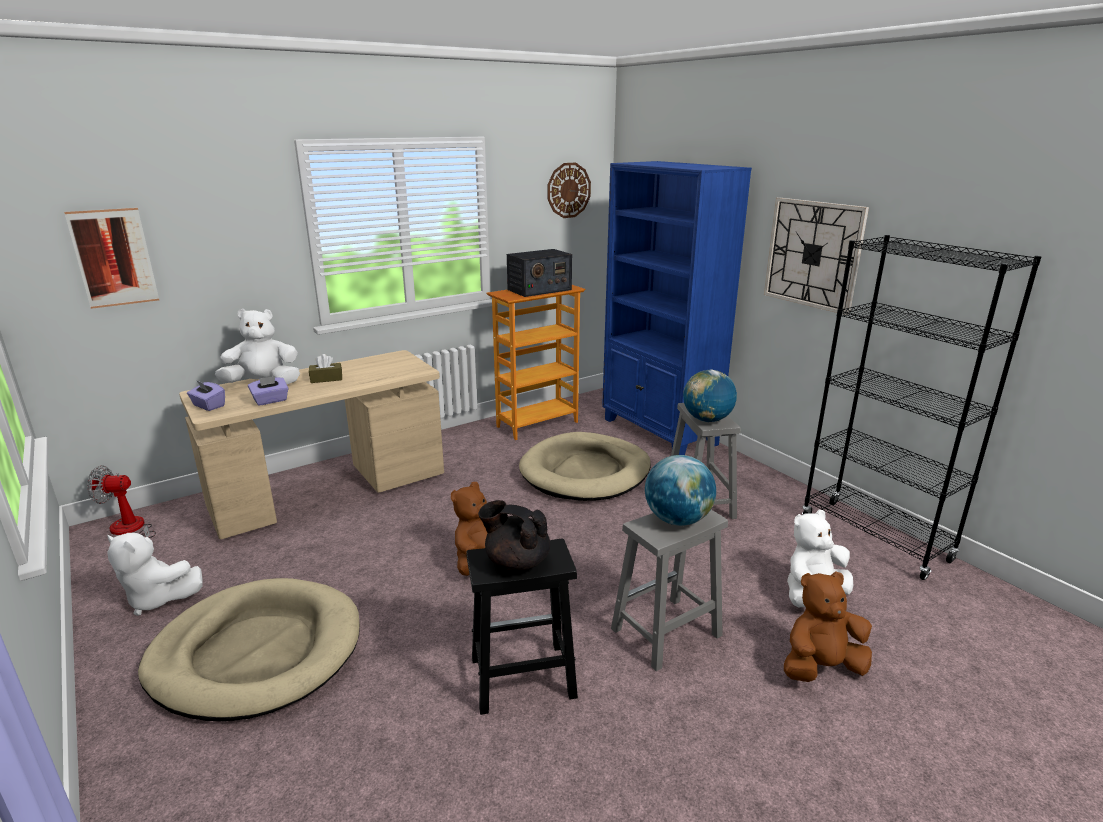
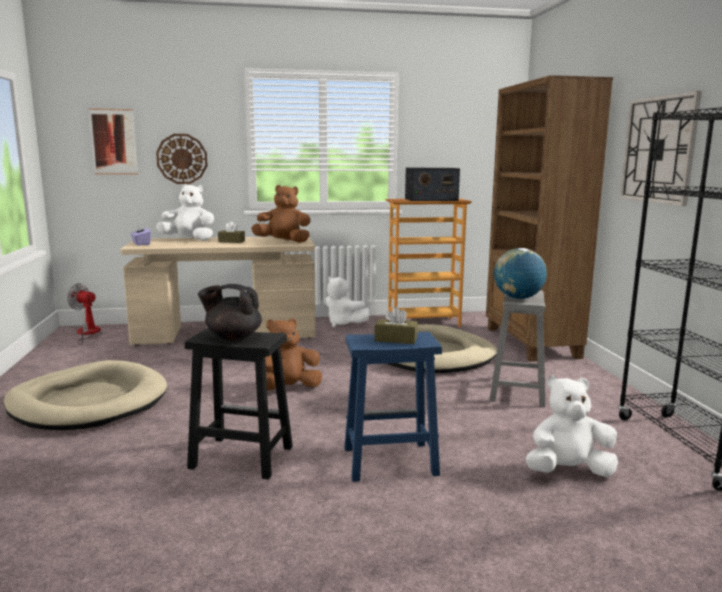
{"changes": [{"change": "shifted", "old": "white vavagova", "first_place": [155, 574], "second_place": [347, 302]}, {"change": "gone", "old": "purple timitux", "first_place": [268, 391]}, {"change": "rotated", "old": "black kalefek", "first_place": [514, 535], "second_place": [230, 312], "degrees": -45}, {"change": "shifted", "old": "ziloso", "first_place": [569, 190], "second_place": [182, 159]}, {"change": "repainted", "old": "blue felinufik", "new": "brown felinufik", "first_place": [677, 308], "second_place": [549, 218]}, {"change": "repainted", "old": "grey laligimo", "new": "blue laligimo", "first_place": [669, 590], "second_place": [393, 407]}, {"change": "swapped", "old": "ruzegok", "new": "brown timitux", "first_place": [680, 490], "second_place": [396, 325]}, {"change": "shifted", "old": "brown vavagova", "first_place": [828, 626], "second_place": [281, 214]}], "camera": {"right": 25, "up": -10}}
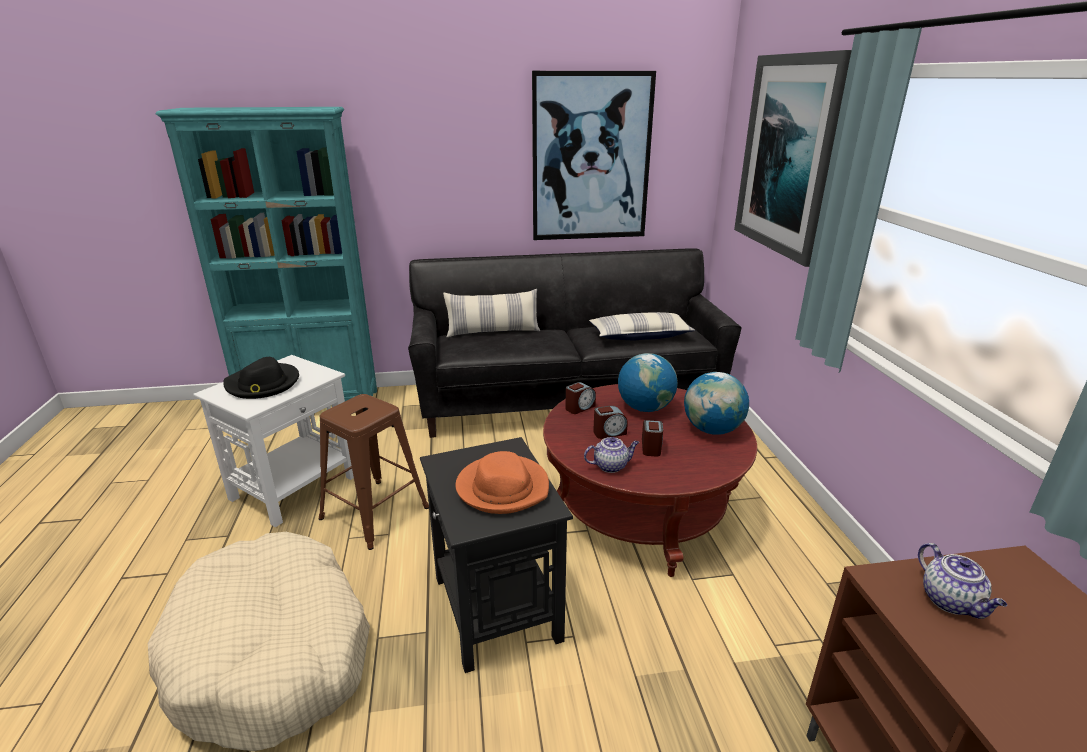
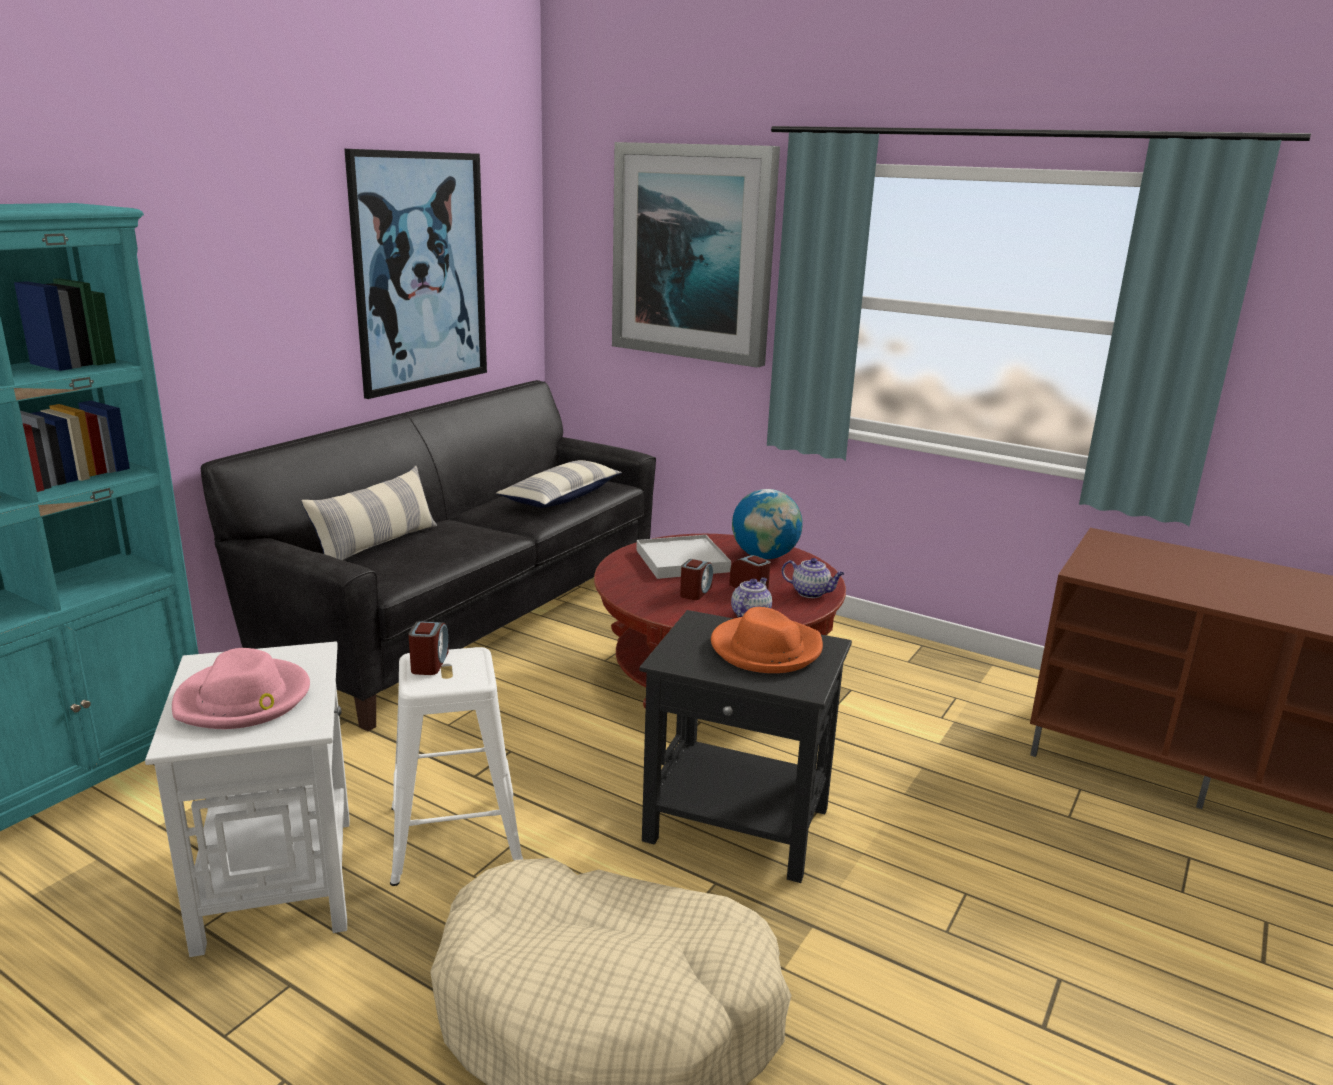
{"changes": [{"change": "repainted", "old": "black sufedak", "new": "pink sufedak", "first_place": [261, 378], "second_place": [241, 688]}, {"change": "repainted", "old": "brown laligimo", "new": "white laligimo", "first_place": [374, 472], "second_place": [456, 766]}, {"change": "shifted", "old": "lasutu", "first_place": [580, 398], "second_place": [428, 648]}, {"change": "swapped", "old": "ruzegok", "new": "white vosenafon", "first_place": [648, 382], "second_place": [683, 557]}, {"change": "shifted", "old": "kalefek", "first_place": [962, 581], "second_place": [813, 578]}], "camera": {"right": -50, "up": -5}}
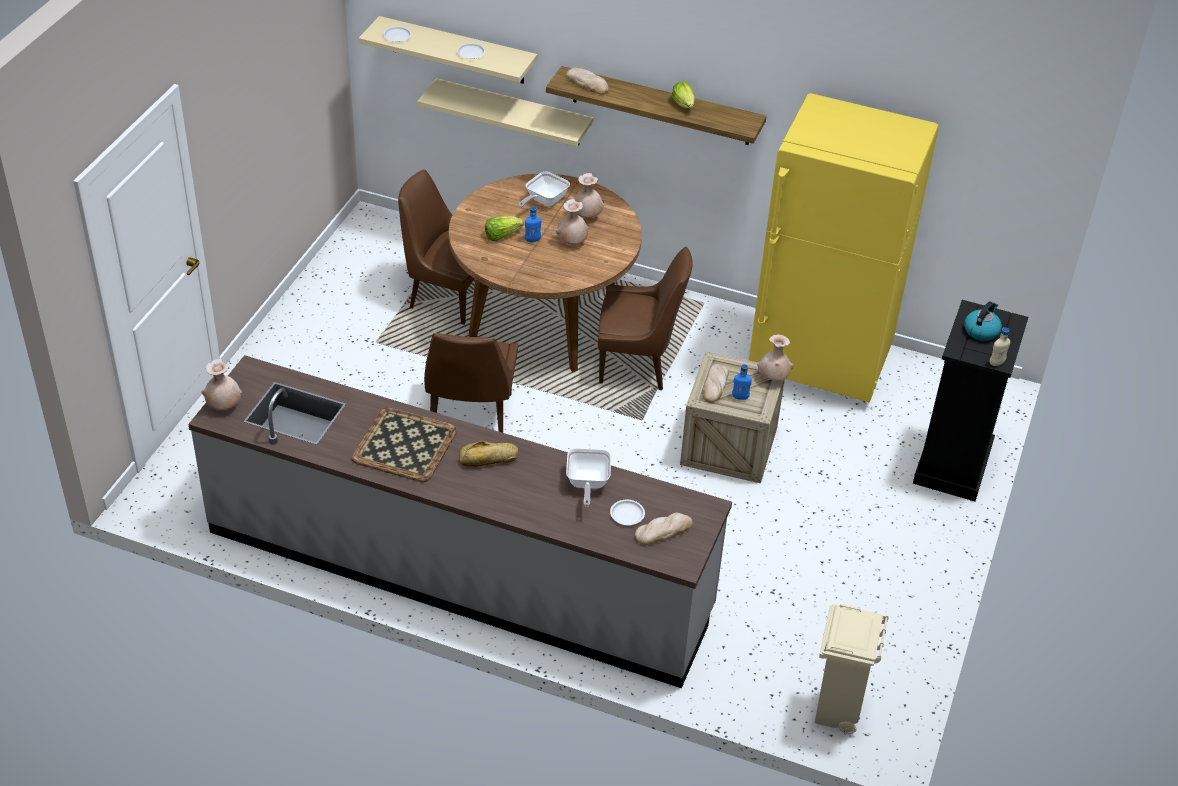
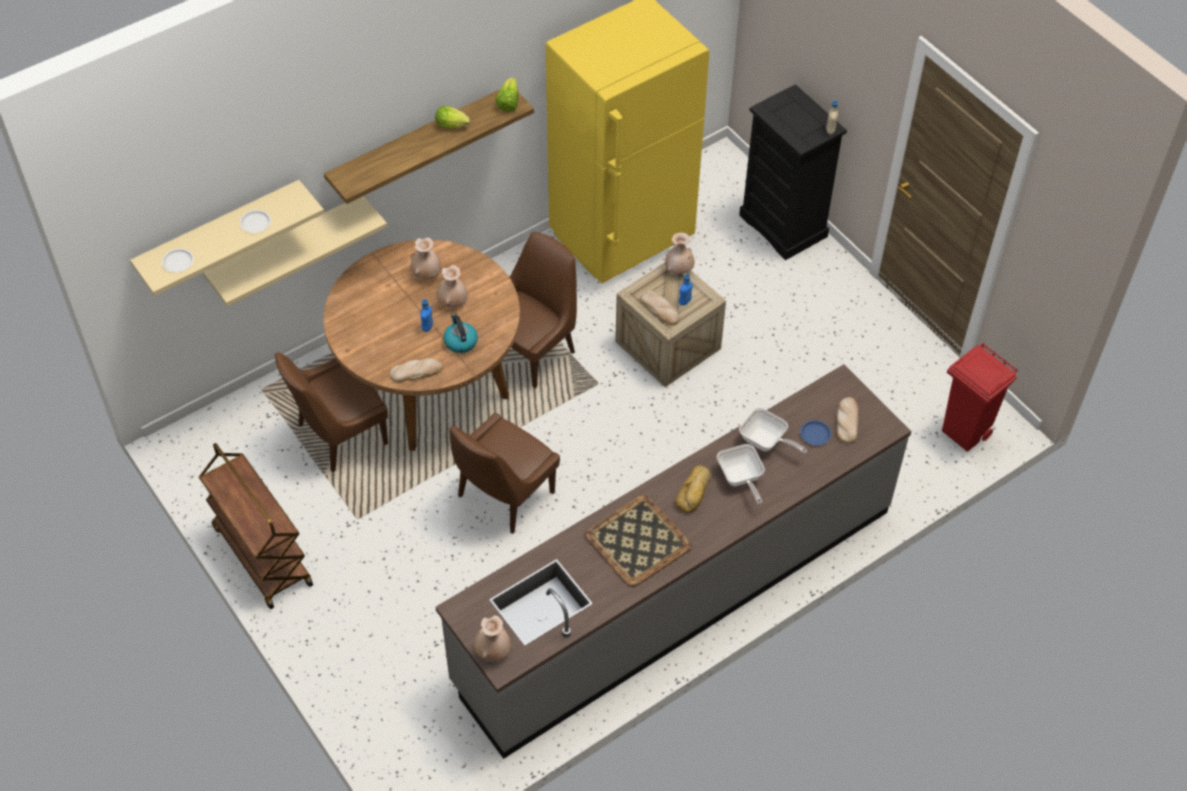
{"changes": [{"change": "rotated", "old": "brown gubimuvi", "first_place": [471, 383], "second_place": [505, 473], "degrees": 90}, {"change": "shifted", "old": "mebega", "first_place": [504, 228], "second_place": [506, 94]}, {"change": "shifted", "old": "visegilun", "first_place": [544, 189], "second_place": [741, 474]}, {"change": "shifted", "old": "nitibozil", "first_place": [587, 81], "second_place": [416, 370]}, {"change": "repainted", "old": "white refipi", "new": "blue refipi", "first_place": [627, 512], "second_place": [815, 432]}, {"change": "repainted", "old": "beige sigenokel", "new": "red sigenokel", "first_place": [852, 669], "second_place": [980, 397]}, {"change": "shifted", "old": "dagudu", "first_place": [983, 321], "second_place": [460, 333]}, {"change": "new", "new": "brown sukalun", "second_place": [256, 526]}], "camera": {"right": -55, "up": 10}}
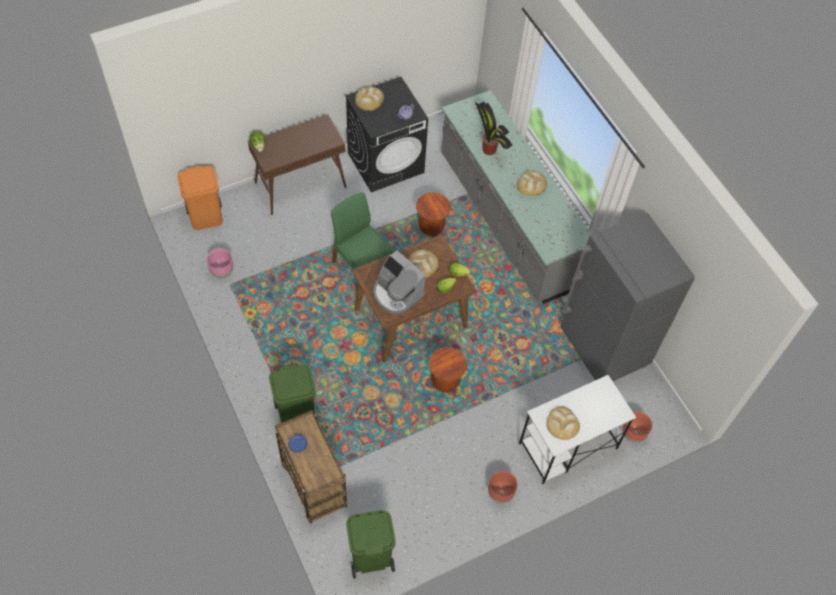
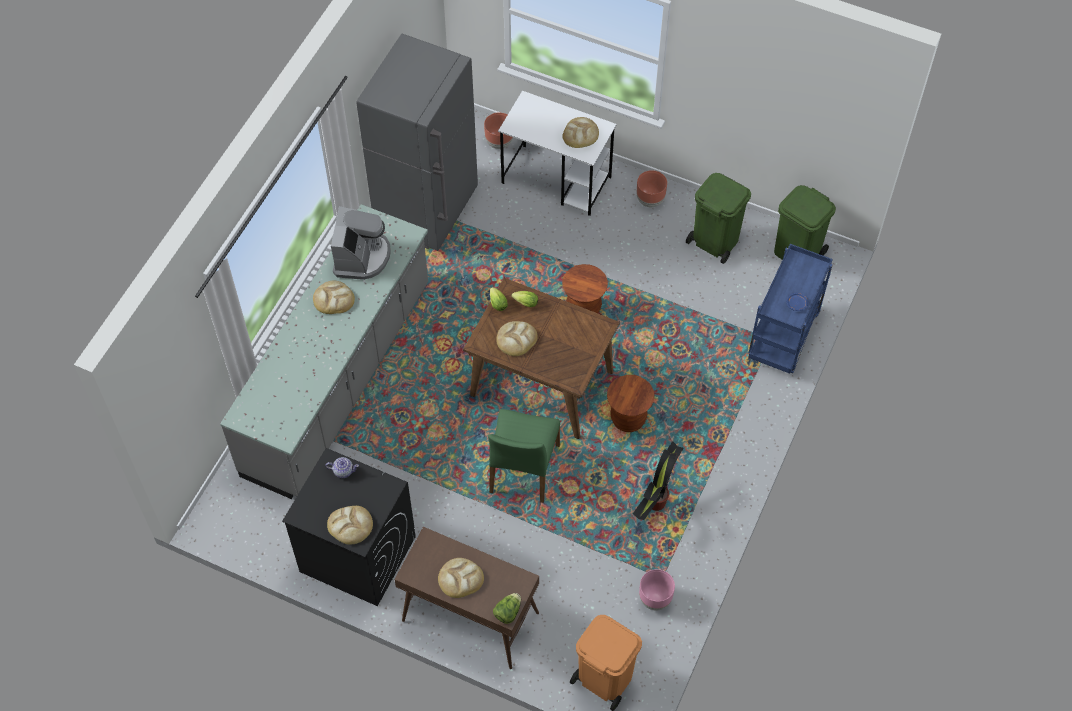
{"changes": [{"change": "shifted", "old": "green sigenokel", "first_place": [292, 393], "second_place": [718, 218]}, {"change": "repainted", "old": "brown sukalun", "new": "blue sukalun", "first_place": [311, 467], "second_place": [790, 309]}, {"change": "shifted", "old": "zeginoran", "first_place": [399, 282], "second_place": [361, 243]}, {"change": "shifted", "old": "brown laligimo", "first_place": [433, 214], "second_place": [630, 403]}, {"change": "shifted", "old": "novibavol", "first_place": [494, 128], "second_place": [658, 480]}, {"change": "new", "new": "nitibozil", "second_place": [461, 578]}], "camera": {"right": -125, "up": 0}}
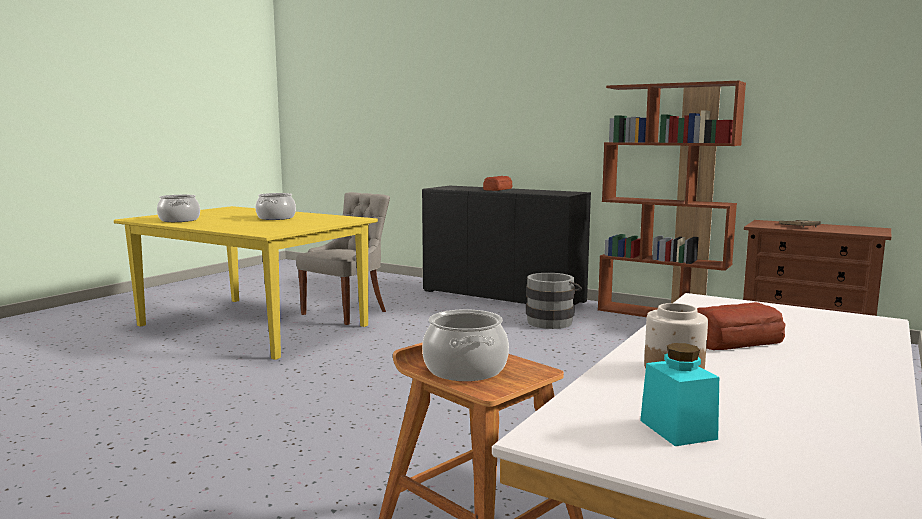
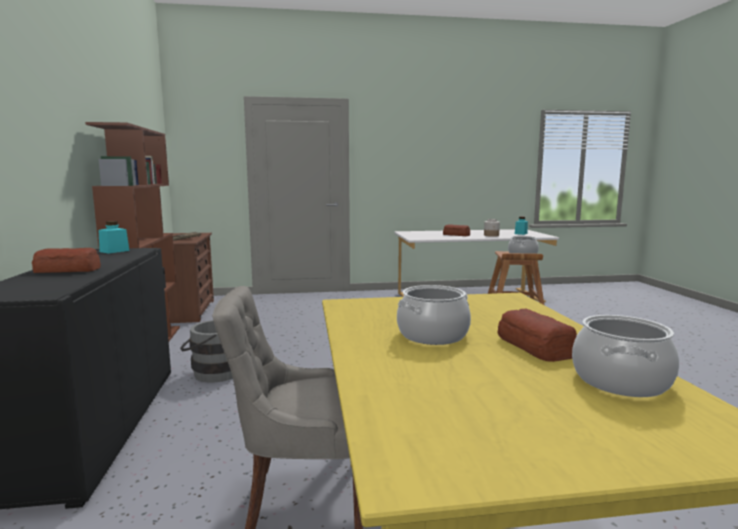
{"changes": [{"change": "new", "new": "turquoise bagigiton", "second_place": [114, 237]}, {"change": "new", "new": "nitibozil", "second_place": [537, 335]}], "camera": {"right": -130, "up": 0}}
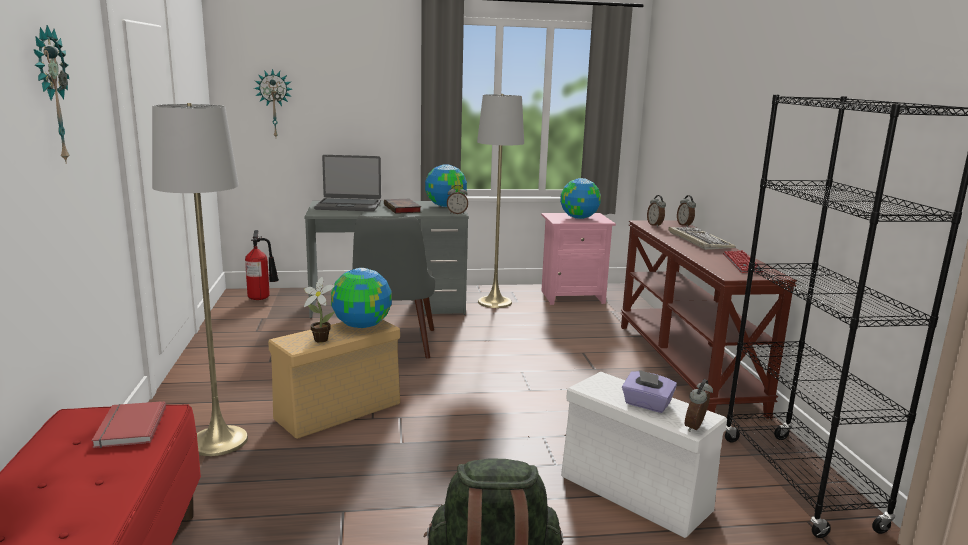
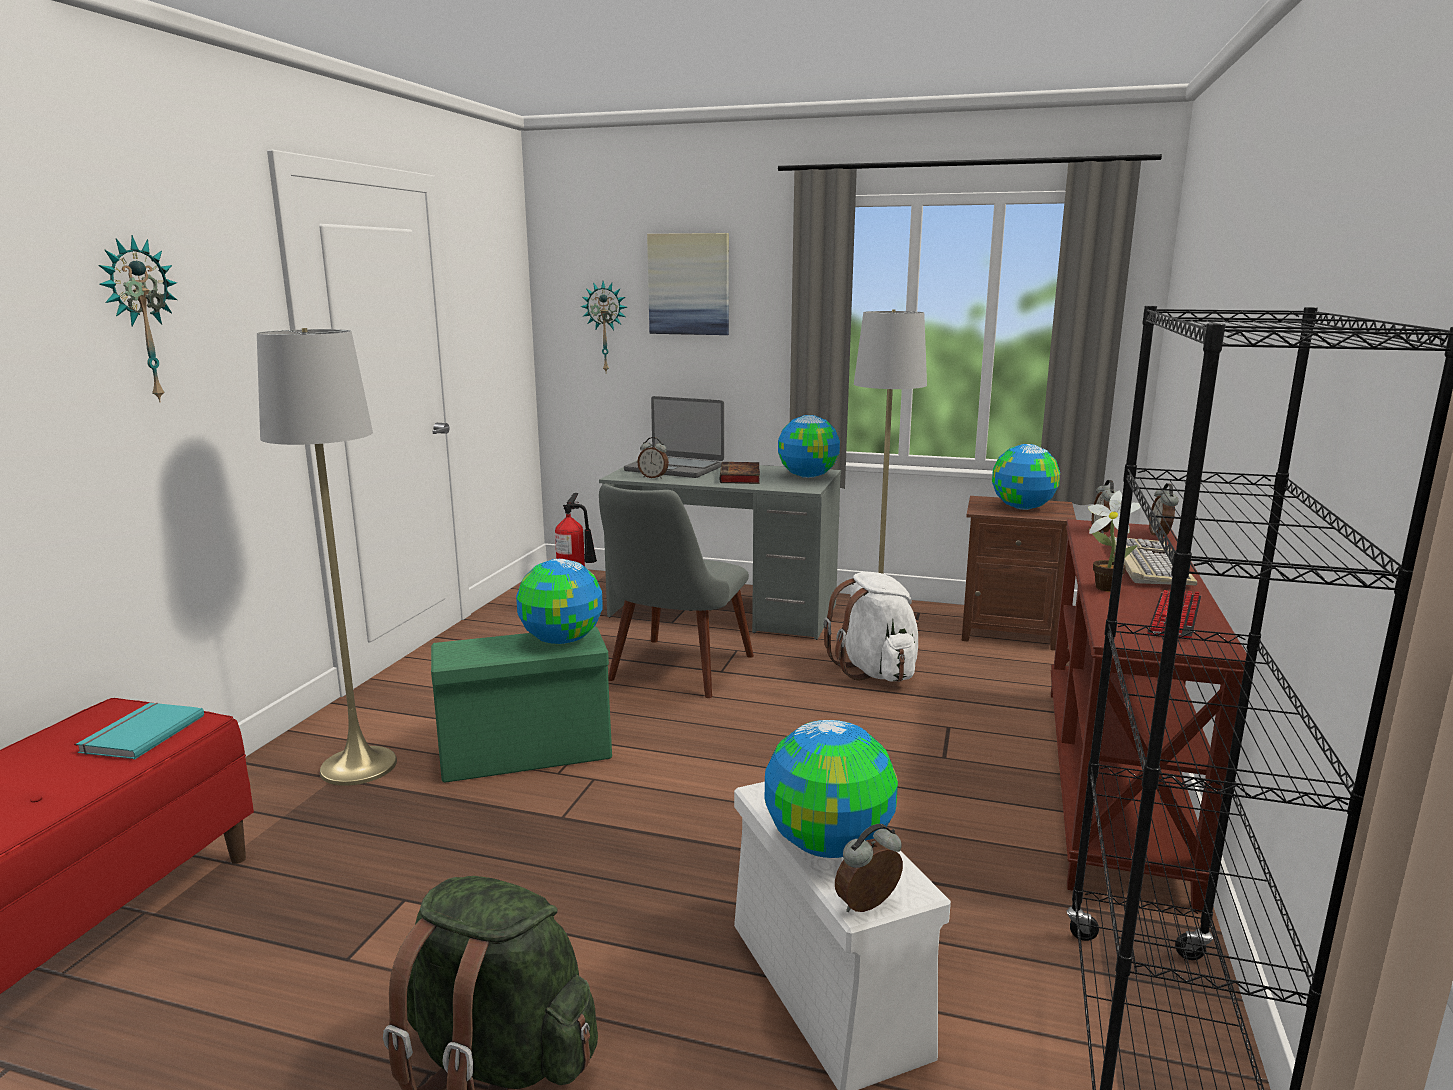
{"changes": [{"change": "repainted", "old": "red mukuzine", "new": "turquoise mukuzine", "first_place": [128, 424], "second_place": [140, 731]}, {"change": "repainted", "old": "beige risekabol", "new": "green risekabol", "first_place": [334, 379], "second_place": [521, 704]}, {"change": "shifted", "old": "novibavol", "first_place": [319, 310], "second_place": [1115, 541]}, {"change": "shifted", "old": "lasutu", "first_place": [457, 199], "second_place": [653, 458]}, {"change": "repainted", "old": "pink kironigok", "new": "brown kironigok", "first_place": [578, 259], "second_place": [1019, 573]}, {"change": "swapped", "old": "purple timitux", "new": "ruzegok", "first_place": [649, 391], "second_place": [831, 789]}, {"change": "new", "new": "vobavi", "second_place": [688, 284]}, {"change": "new", "new": "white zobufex", "second_place": [871, 627]}], "camera": {"right": 25, "up": 0}}
